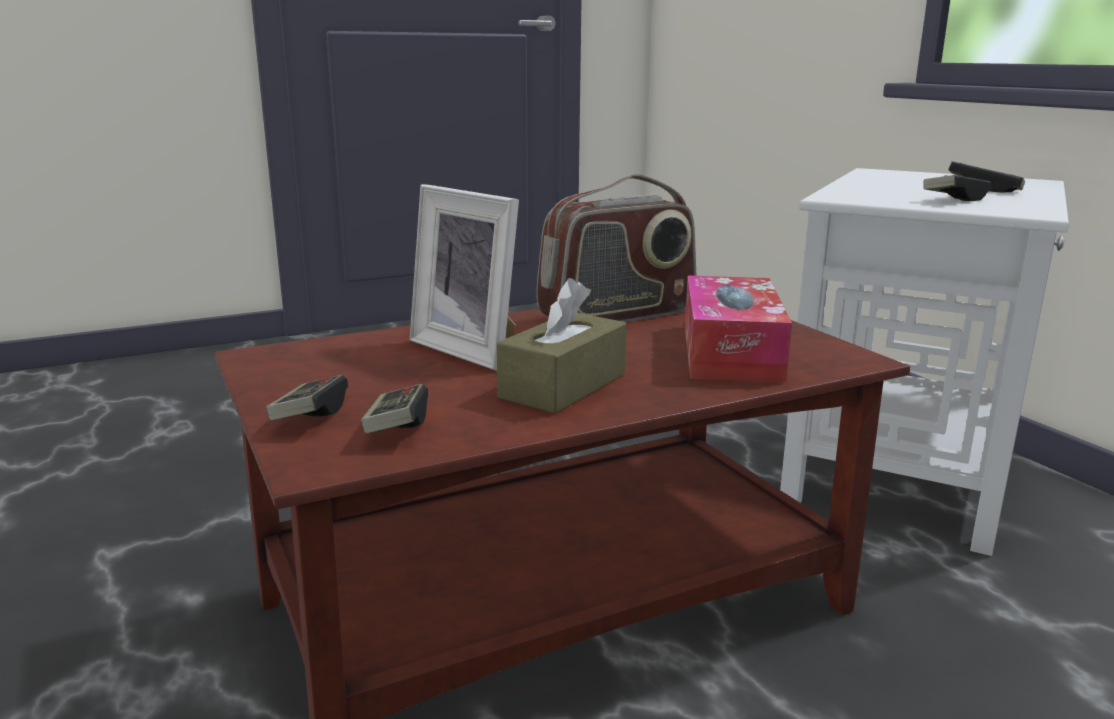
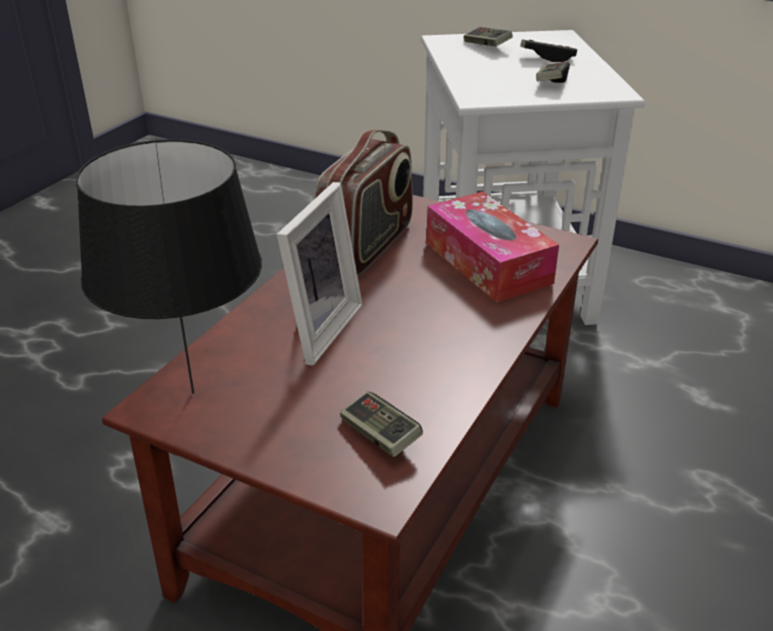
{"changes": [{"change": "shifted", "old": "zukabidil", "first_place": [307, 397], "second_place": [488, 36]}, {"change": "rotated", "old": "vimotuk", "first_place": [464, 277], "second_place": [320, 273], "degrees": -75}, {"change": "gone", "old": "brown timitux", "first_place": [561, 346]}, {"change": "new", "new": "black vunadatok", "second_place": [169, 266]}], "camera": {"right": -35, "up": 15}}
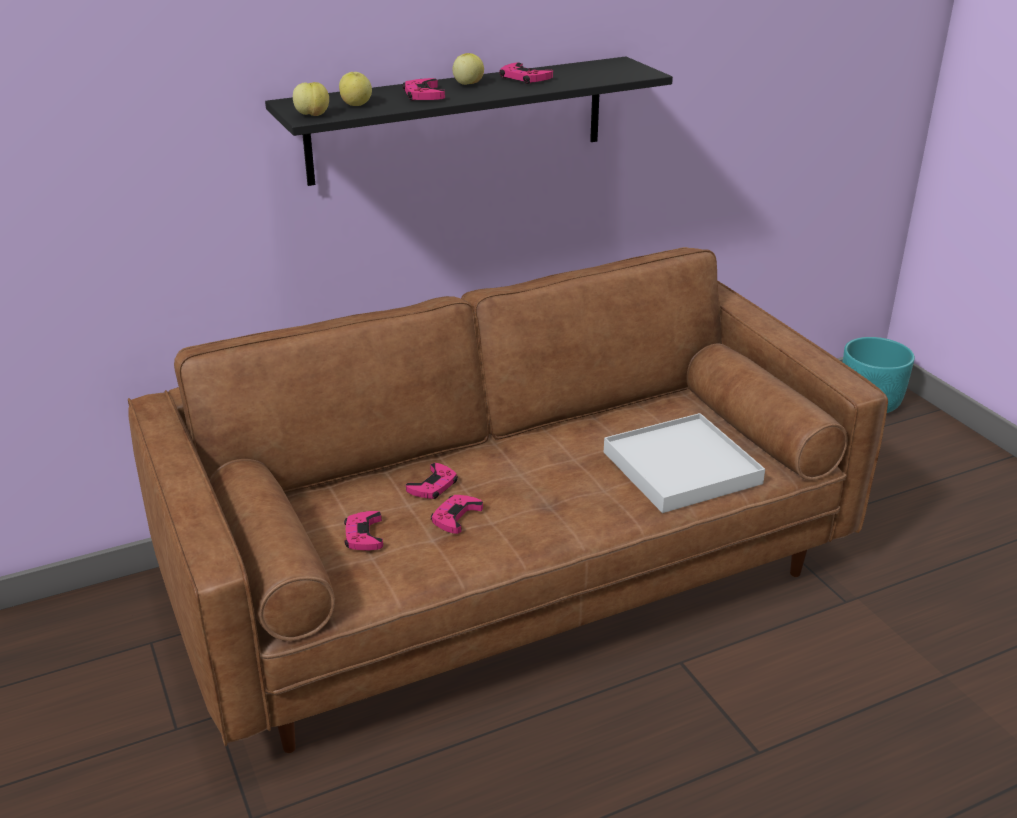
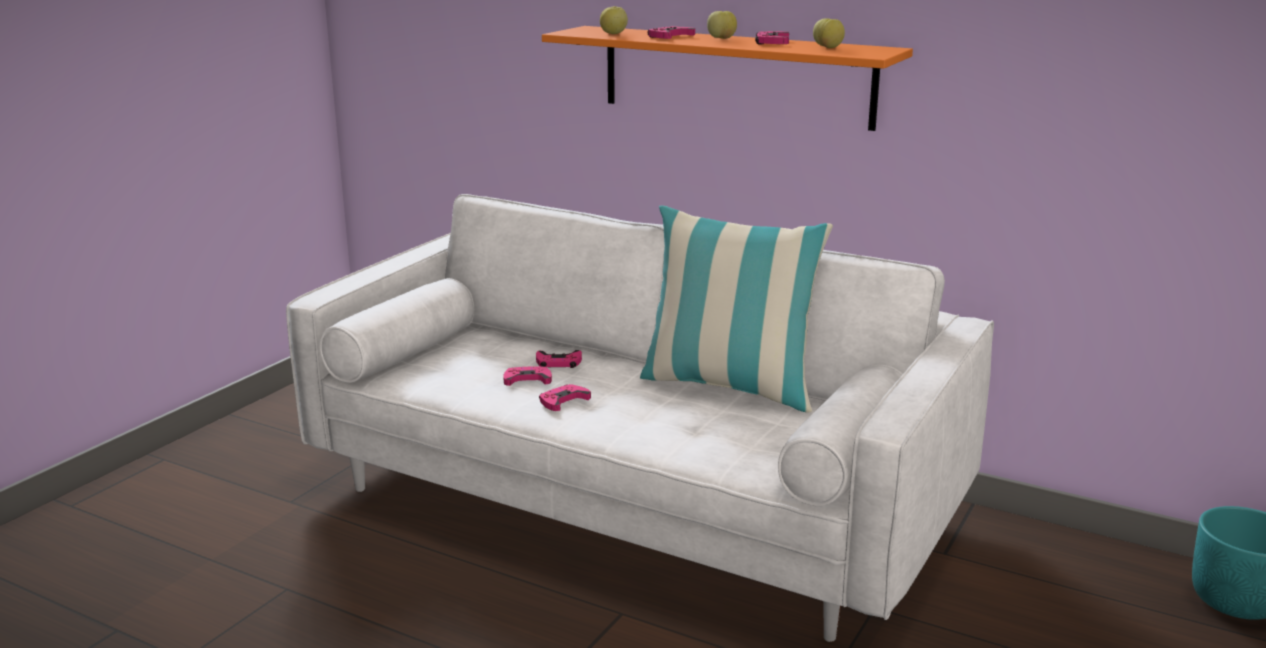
{"changes": [{"change": "repainted", "old": "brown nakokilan", "new": "white nakokilan", "first_place": [508, 500], "second_place": [640, 418]}, {"change": "repainted", "old": "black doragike", "new": "orange doragike", "first_place": [469, 121], "second_place": [727, 78]}, {"change": "shifted", "old": "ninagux", "first_place": [311, 99], "second_place": [829, 33]}, {"change": "shifted", "old": "pink zukabidil", "first_place": [363, 531], "second_place": [565, 397]}, {"change": "gone", "old": "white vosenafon", "first_place": [684, 463]}, {"change": "new", "new": "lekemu", "second_place": [736, 309]}], "camera": {"right": 55, "up": -10}}
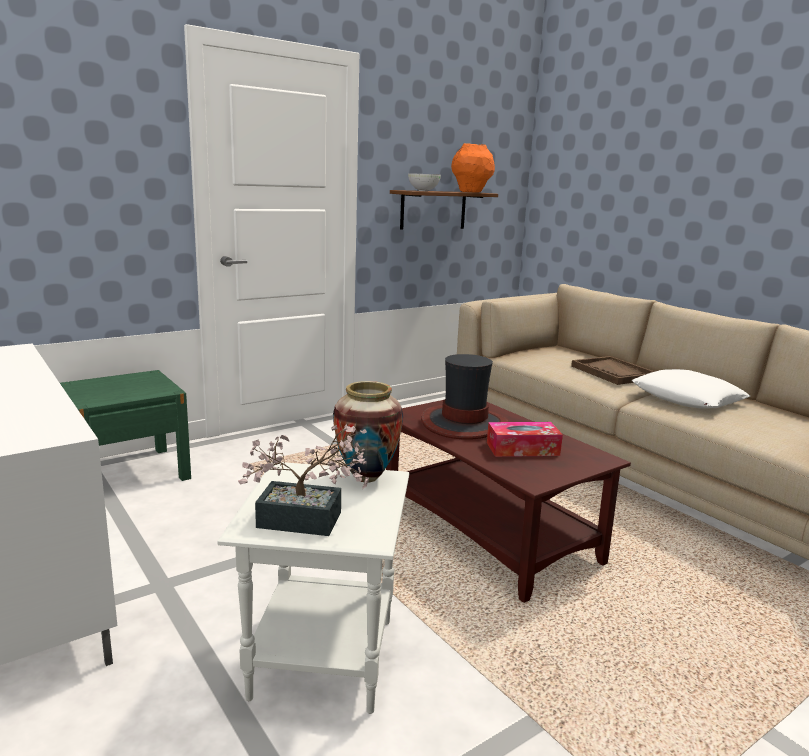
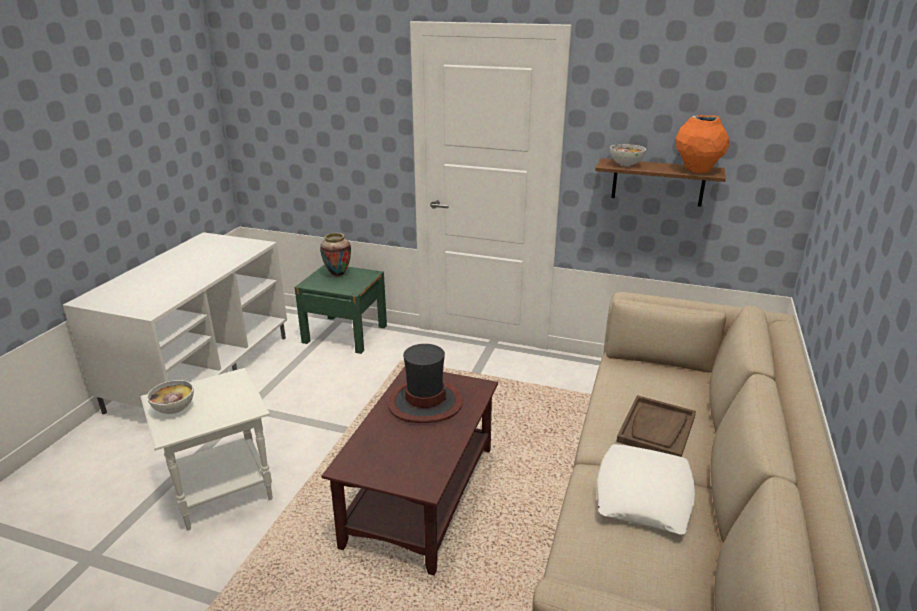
{"changes": [{"change": "swapped", "old": "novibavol", "new": "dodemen", "first_place": [303, 480], "second_place": [170, 397]}, {"change": "shifted", "old": "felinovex", "first_place": [368, 432], "second_place": [335, 255]}, {"change": "gone", "old": "timitux", "first_place": [525, 439]}], "camera": {"right": 55, "up": 10}}
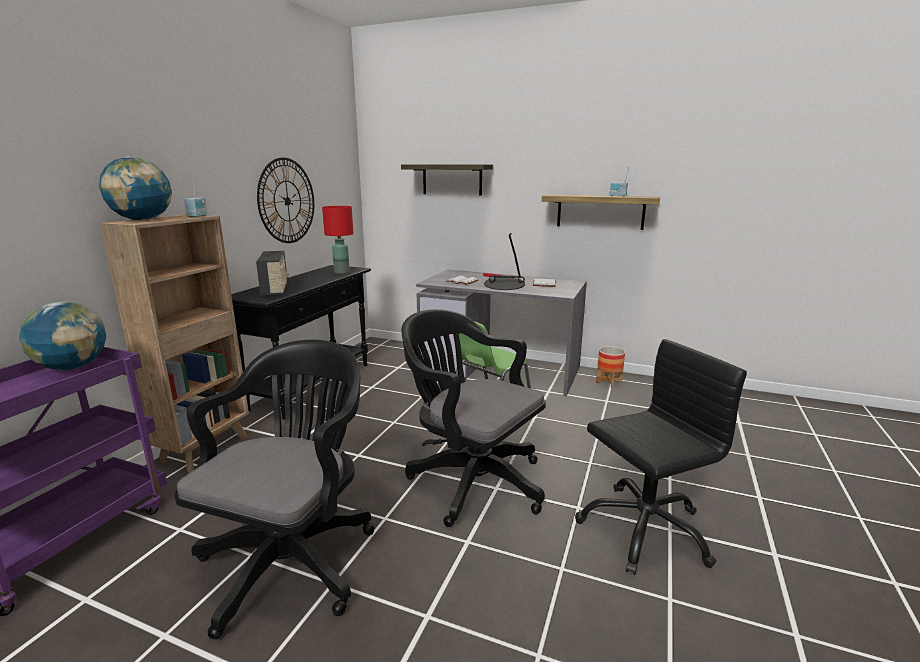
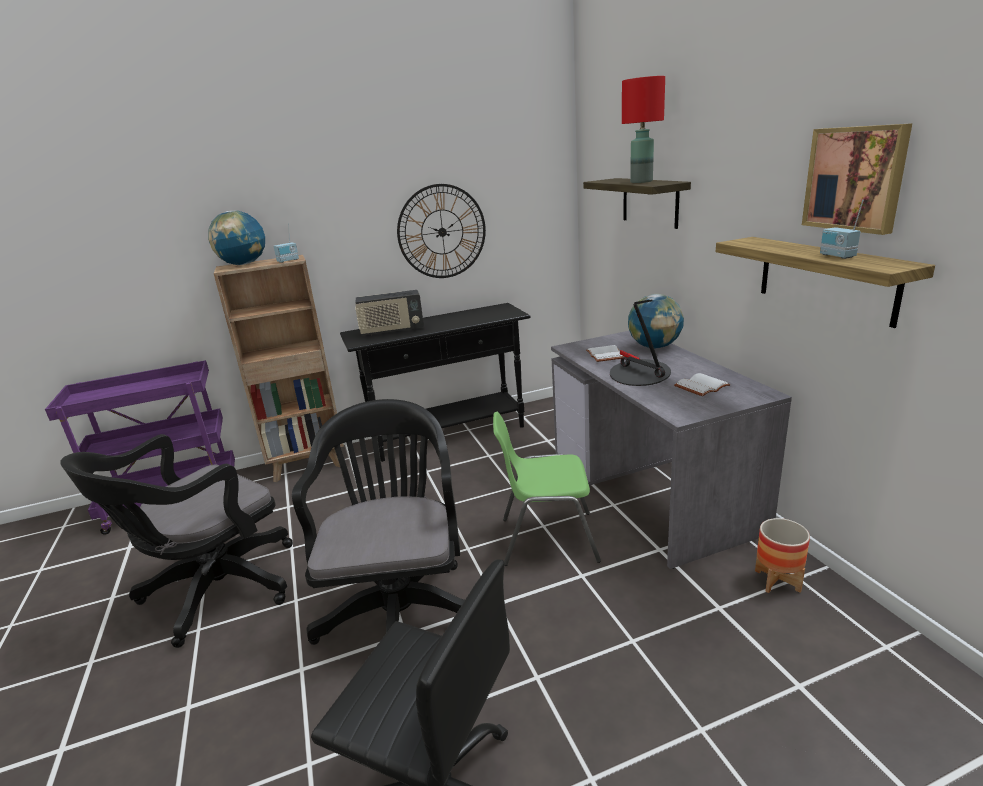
{"changes": [{"change": "shifted", "old": "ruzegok", "first_place": [62, 335], "second_place": [656, 321]}, {"change": "rotated", "old": "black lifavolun", "first_place": [274, 490], "second_place": [176, 541], "degrees": 150}, {"change": "rotated", "old": "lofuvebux", "first_place": [272, 273], "second_place": [389, 313], "degrees": 45}, {"change": "shifted", "old": "red vunadatok", "first_place": [337, 240], "second_place": [643, 129]}, {"change": "new", "new": "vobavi", "second_place": [857, 179]}], "camera": {"right": 50, "up": 5}}
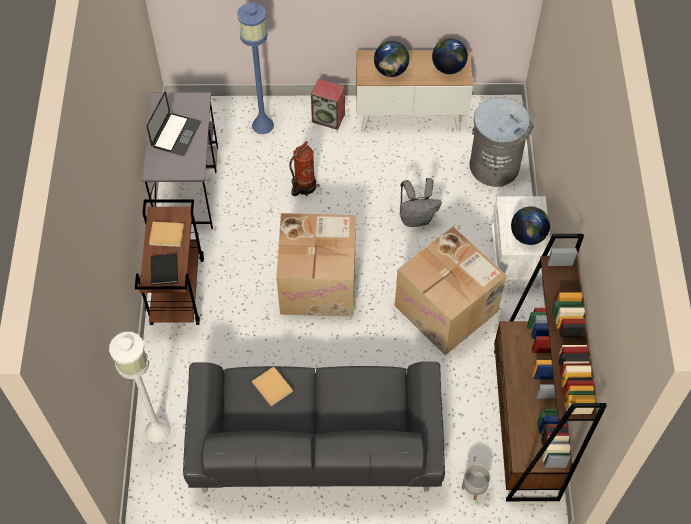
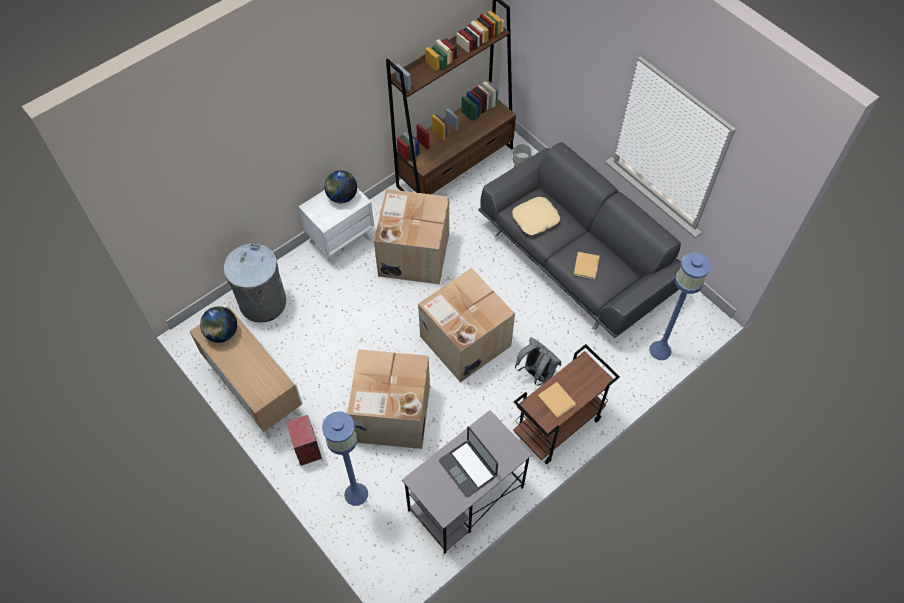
{"changes": [{"change": "repainted", "old": "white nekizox", "new": "blue nekizox", "first_place": [140, 387], "second_place": [680, 306]}, {"change": "rotated", "old": "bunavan", "first_place": [173, 124], "second_place": [468, 461], "degrees": -105}, {"change": "gone", "old": "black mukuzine", "first_place": [164, 269]}, {"change": "swapped", "old": "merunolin", "new": "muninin", "first_place": [304, 168], "second_place": [388, 399]}, {"change": "gone", "old": "ruzegok", "first_place": [391, 59]}, {"change": "shifted", "old": "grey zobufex", "first_place": [421, 202], "second_place": [538, 361]}, {"change": "new", "new": "beige lekemu", "second_place": [536, 216]}], "camera": {"right": -130, "up": 0}}
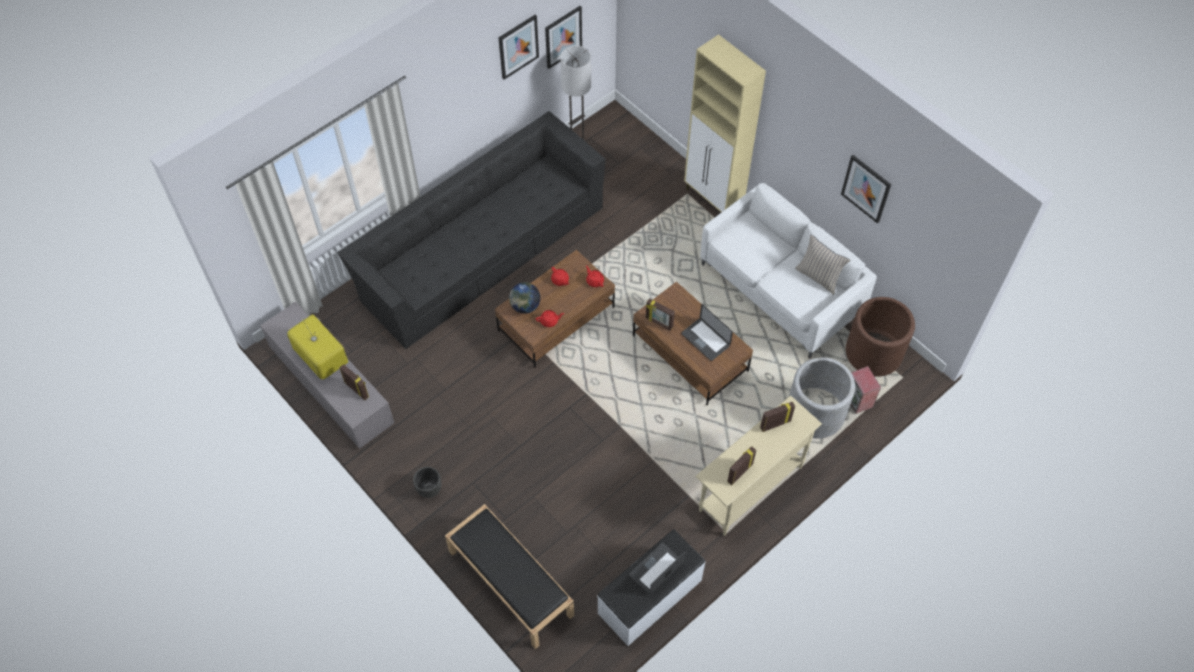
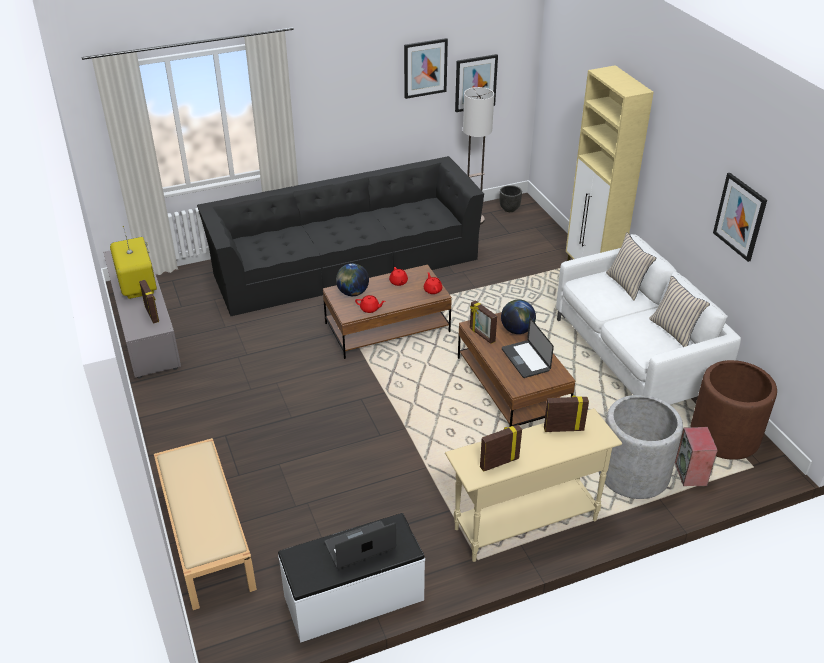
{"changes": [{"change": "shifted", "old": "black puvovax", "first_place": [427, 482], "second_place": [511, 198]}, {"change": "repainted", "old": "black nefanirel", "new": "beige nefanirel", "first_place": [509, 576], "second_place": [205, 524]}, {"change": "new", "new": "ruzegok", "second_place": [518, 317]}, {"change": "new", "new": "beige lekemu", "second_place": [631, 266]}], "camera": {"right": 20, "up": -20}}
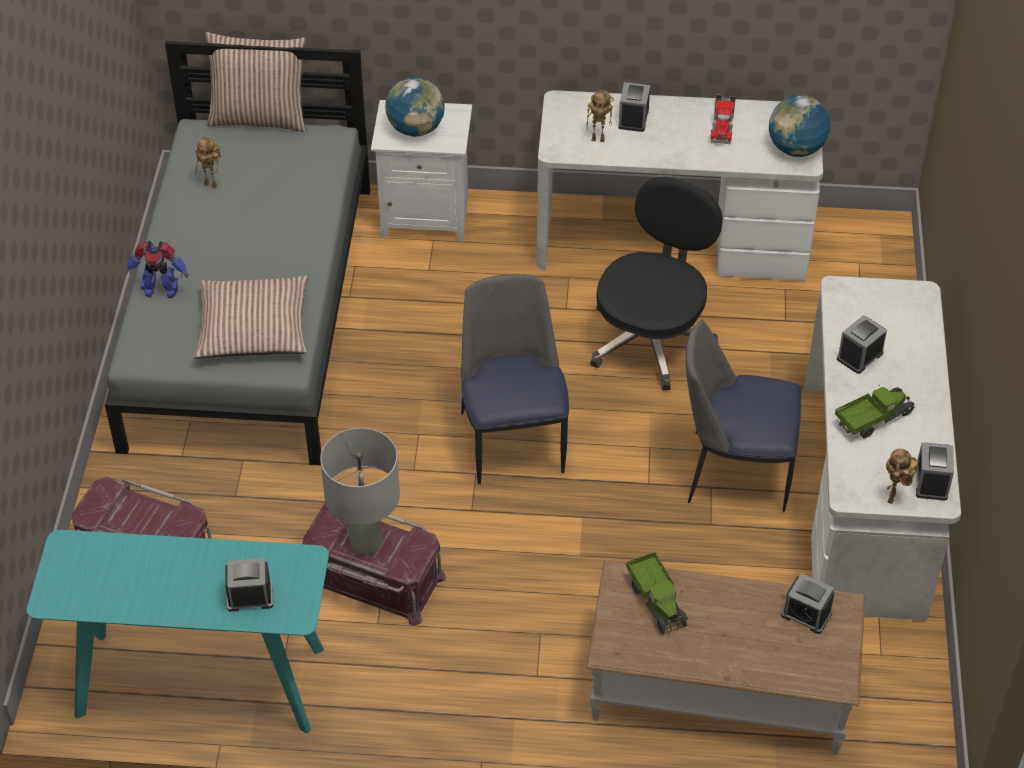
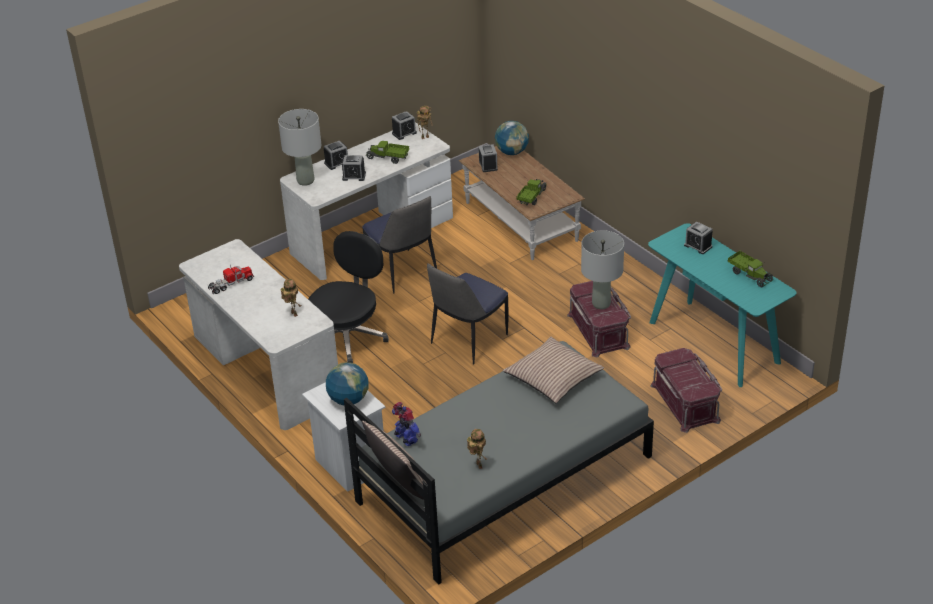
{"changes": [{"change": "shifted", "old": "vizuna", "first_place": [157, 269], "second_place": [406, 424]}, {"change": "rotated", "old": "black lifavolun", "first_place": [656, 283], "second_place": [348, 297], "degrees": 135}, {"change": "shifted", "old": "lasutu", "first_place": [634, 107], "second_place": [336, 155]}, {"change": "shifted", "old": "ruzegok", "first_place": [799, 126], "second_place": [512, 138]}, {"change": "new", "new": "grey vunadatok", "second_place": [299, 147]}, {"change": "new", "new": "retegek", "second_place": [750, 269]}], "camera": {"right": -130, "up": -10}}
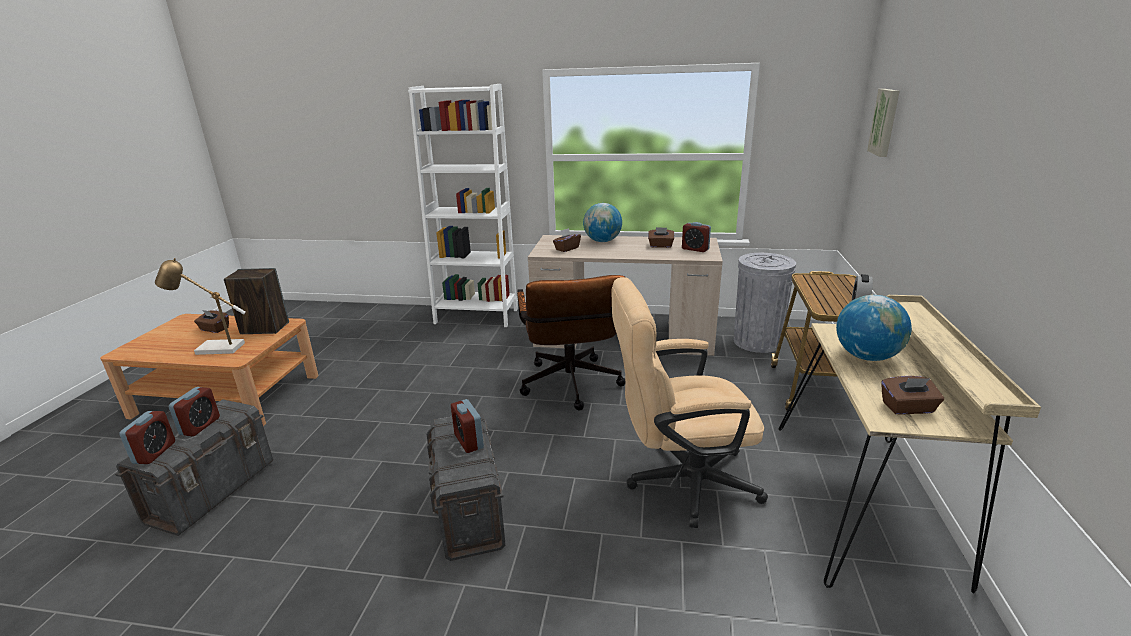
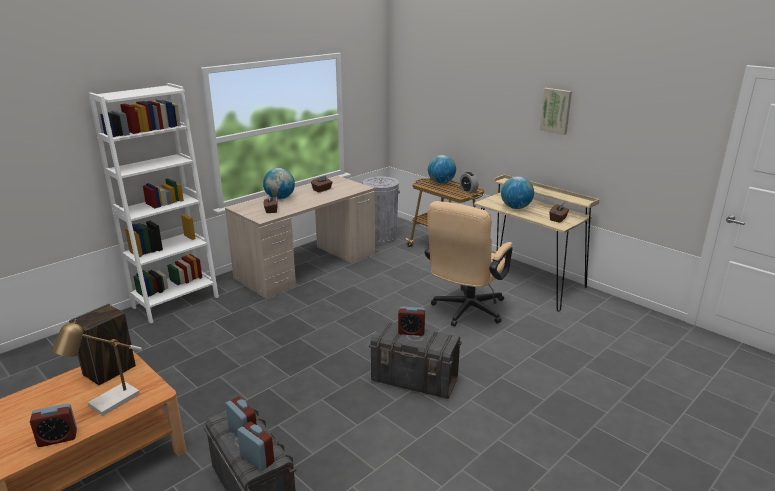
{"changes": [{"change": "gone", "old": "brown timitux", "first_place": [211, 321]}, {"change": "gone", "old": "brown lifavolun", "first_place": [571, 343]}, {"change": "shifted", "old": "lasutu", "first_place": [696, 237], "second_place": [53, 425]}, {"change": "shifted", "old": "vobavi", "first_place": [883, 123], "second_place": [556, 111]}, {"change": "new", "new": "ruzegok", "second_place": [442, 169]}], "camera": {"right": -55, "up": 0}}
